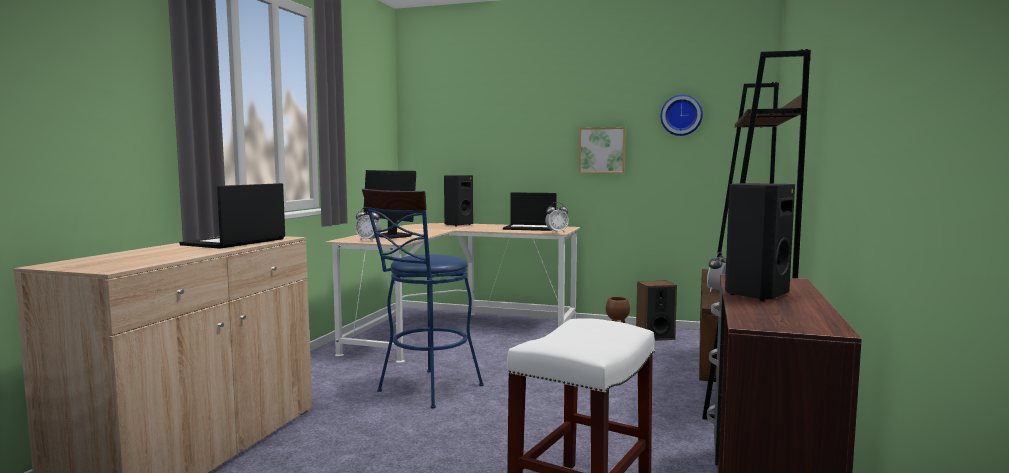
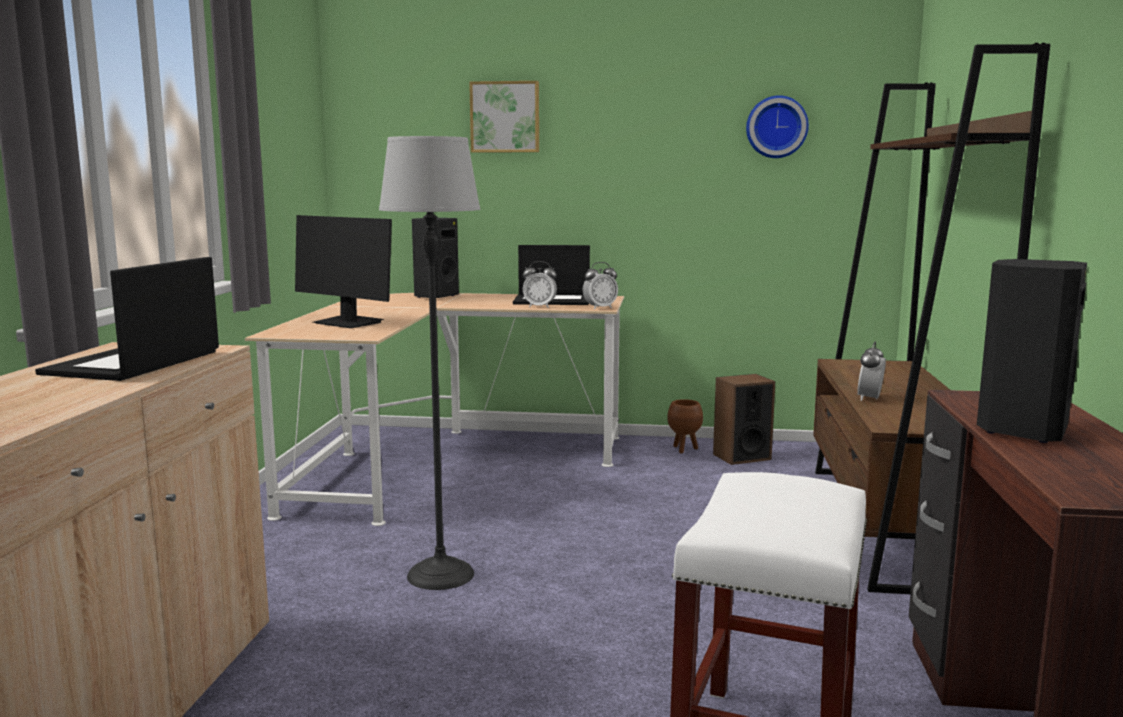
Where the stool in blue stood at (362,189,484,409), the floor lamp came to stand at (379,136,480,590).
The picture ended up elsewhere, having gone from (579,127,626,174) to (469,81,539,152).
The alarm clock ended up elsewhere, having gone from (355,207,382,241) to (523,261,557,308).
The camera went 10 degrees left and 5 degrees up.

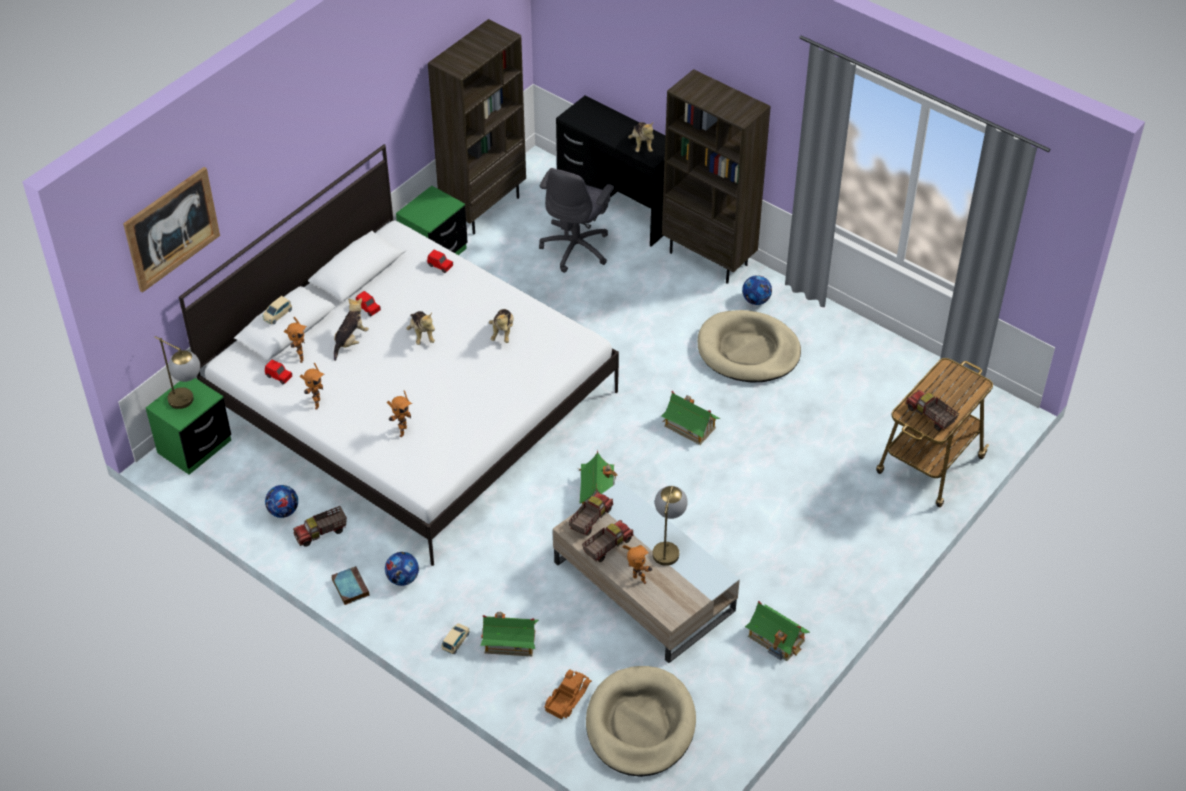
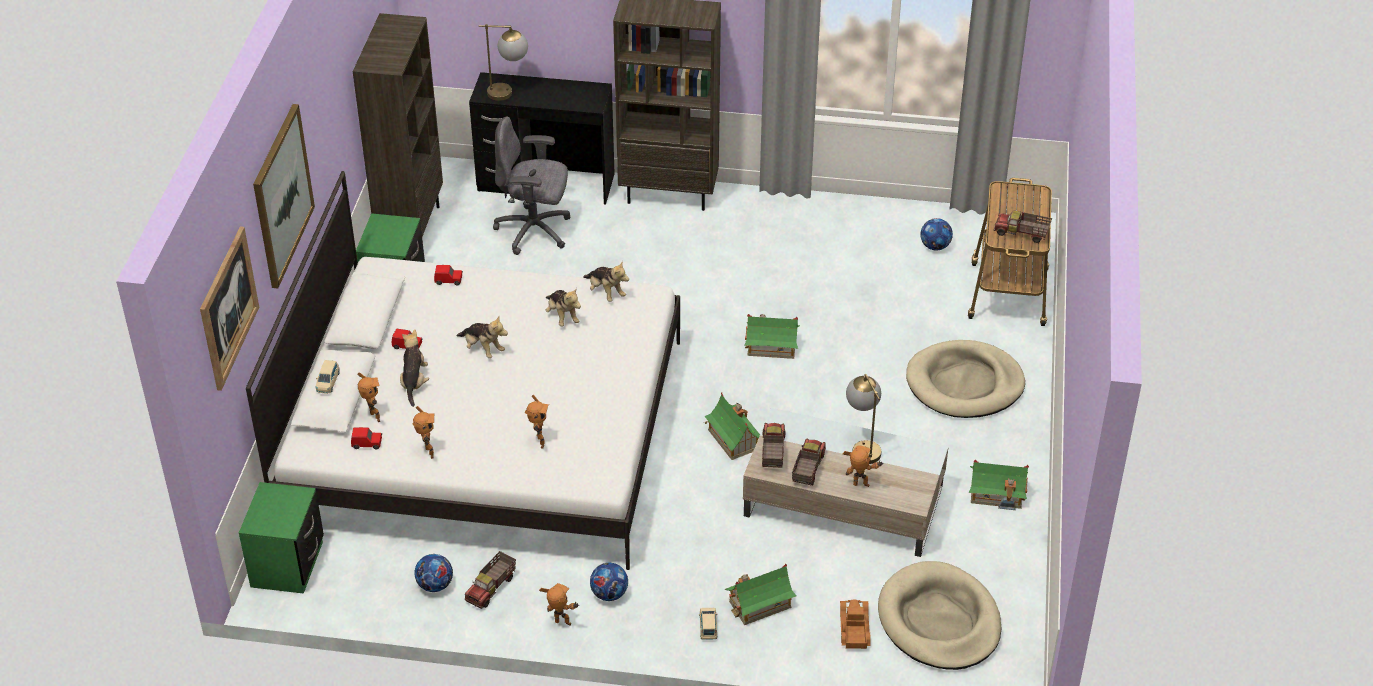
The second view gained the picture at (253,104,315,288).
The table lamp ended up elsewhere, having gone from (154,336,200,409) to (479,24,528,101).
The office chair in grey at (539,168,614,273) ended up facing another way, 105 degrees clockwise from before.
Where the book stood at (331,566,369,605), the toy robot came to stand at (539,583,579,626).
The plush toy ended up elsewhere, having gone from (628,122,654,152) to (583,261,629,302).
The dog bed in beige ended up elsewhere, having gone from (698,310,801,382) to (906,340,1025,418).
The football ended up elsewhere, having gone from (742,275,772,305) to (920,218,953,250).
The camera went 30 degrees left and 5 degrees down.

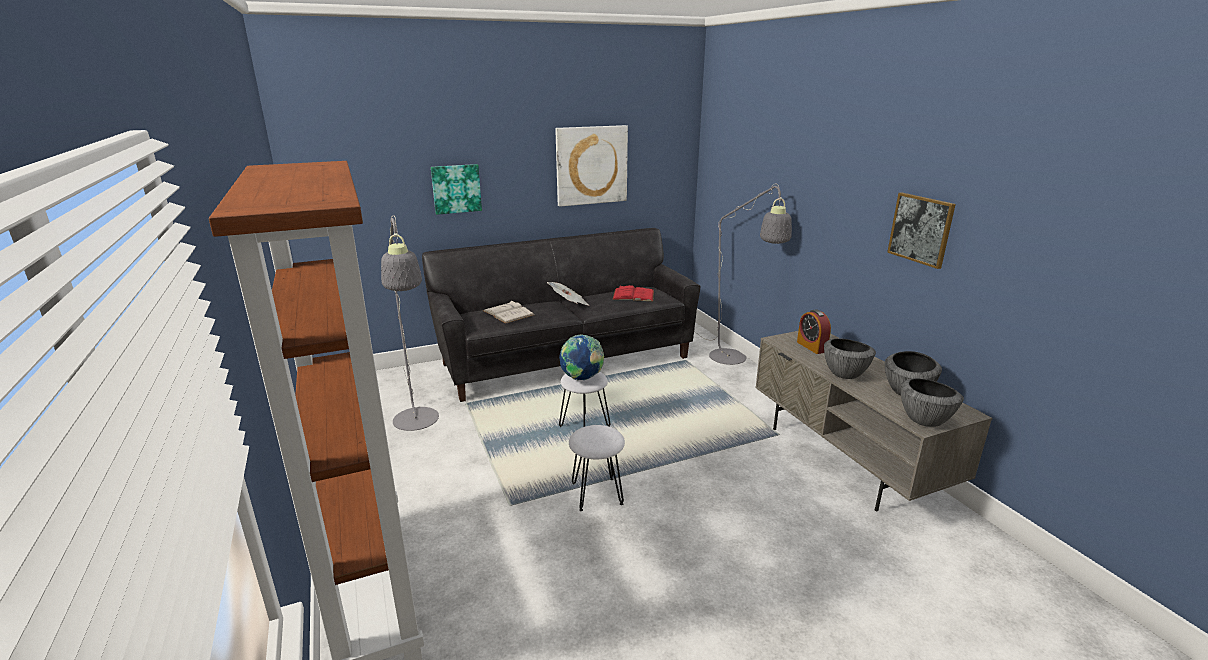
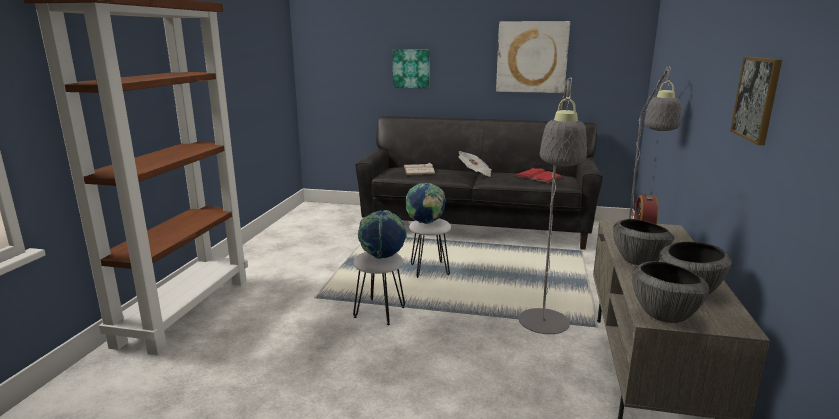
The second view gained the globe at (358,210,407,259).
The floor lamp in grey ended up elsewhere, having gone from (381,215,439,431) to (519,78,587,334).
The camera went 35 degrees right and 5 degrees down.

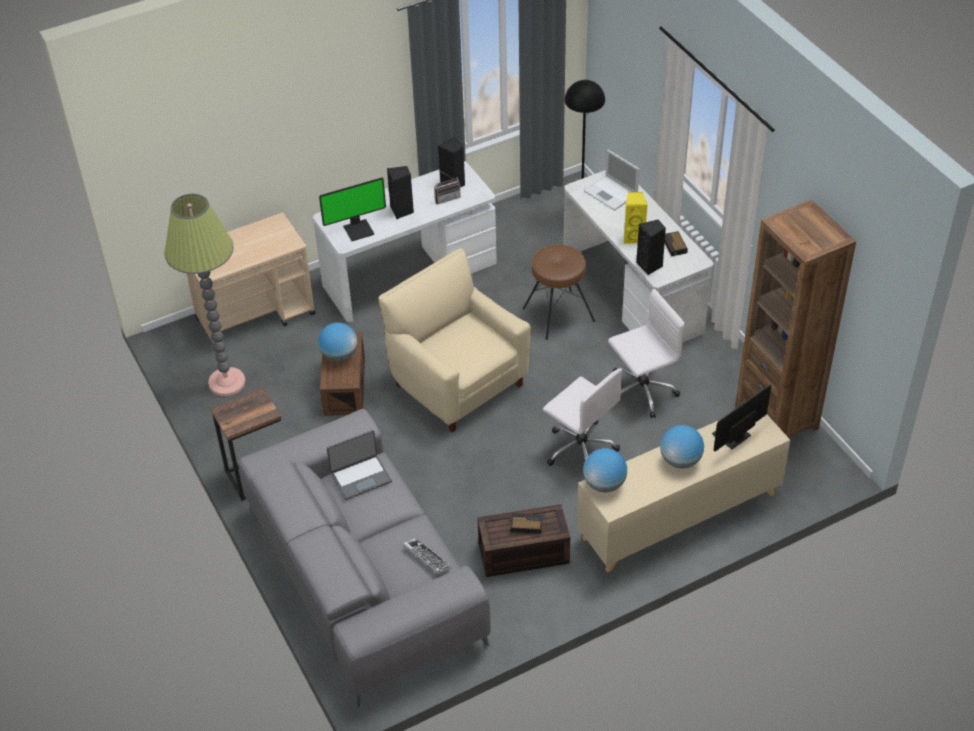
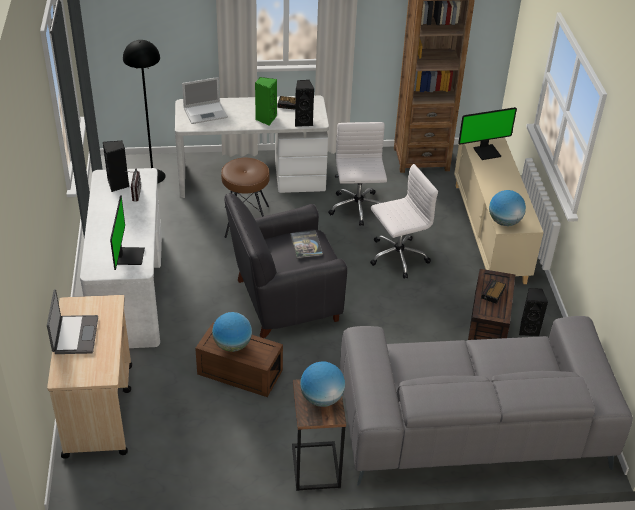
The laptop ended up elsewhere, having gone from (327,430,392,500) to (47,289,98,354).
What was the armchair in beige at (379,248,531,432) turned into the armchair in black at (224,192,347,338).
What was the speaker in yellow at (624,192,648,244) turned into the speaker in green at (255,77,277,126).
The second view gained the book at (290,230,323,258).
The globe ended up elsewhere, having gone from (660,425,704,469) to (300,362,345,407).
The monitor at (712,385,772,452) ended up facing another way, 90 degrees counterclockwise from before.
The speaker in black ended up elsewhere, having gone from (387,166,414,219) to (519,288,548,336).
The second view lost the floor lamp at (164,194,246,396).
The second view lost the keyboard at (403,538,452,574).
The camera went 70 degrees left and 5 degrees down.

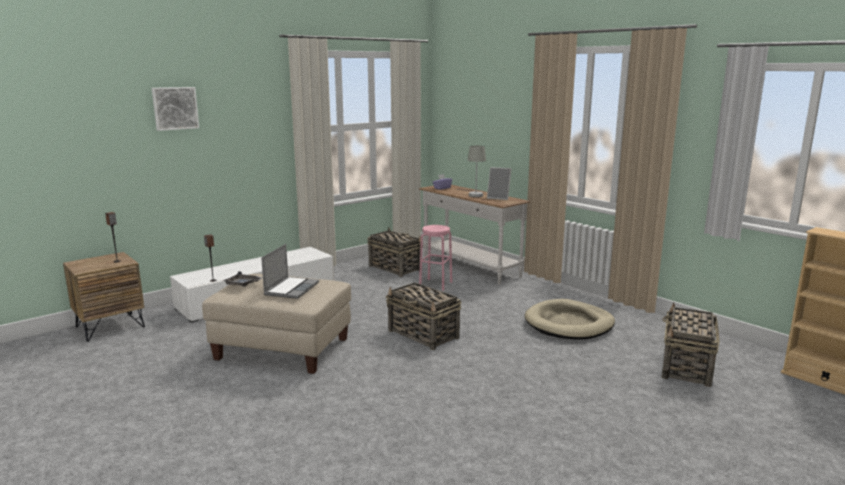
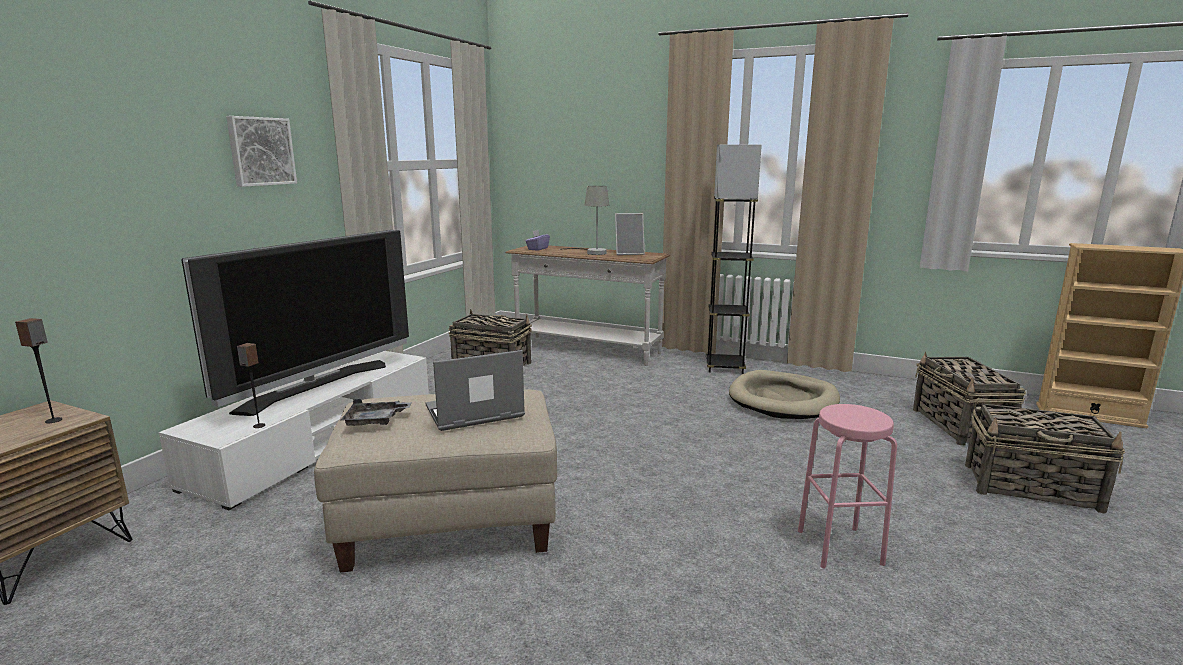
The second view gained the television at (181,230,409,416).
The picture ended up elsewhere, having gone from (152,87,199,131) to (226,116,297,187).
The laptop at (261,244,319,299) ended up facing another way, 105 degrees counterclockwise from before.
The second view gained the floor lamp in grey at (706,145,762,374).
The stool in pink ended up elsewhere, having gone from (419,225,452,291) to (798,404,897,569).
The basket ended up elsewhere, having gone from (386,282,461,350) to (965,404,1125,513).
The camera went 25 degrees left and 0 degrees up.

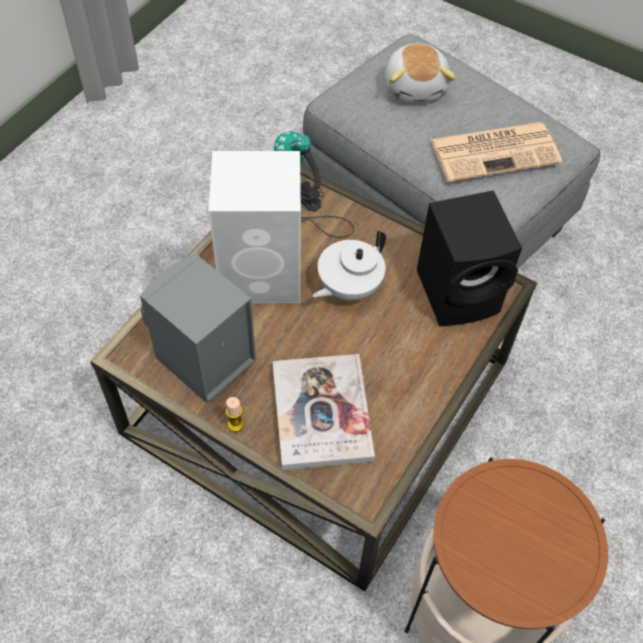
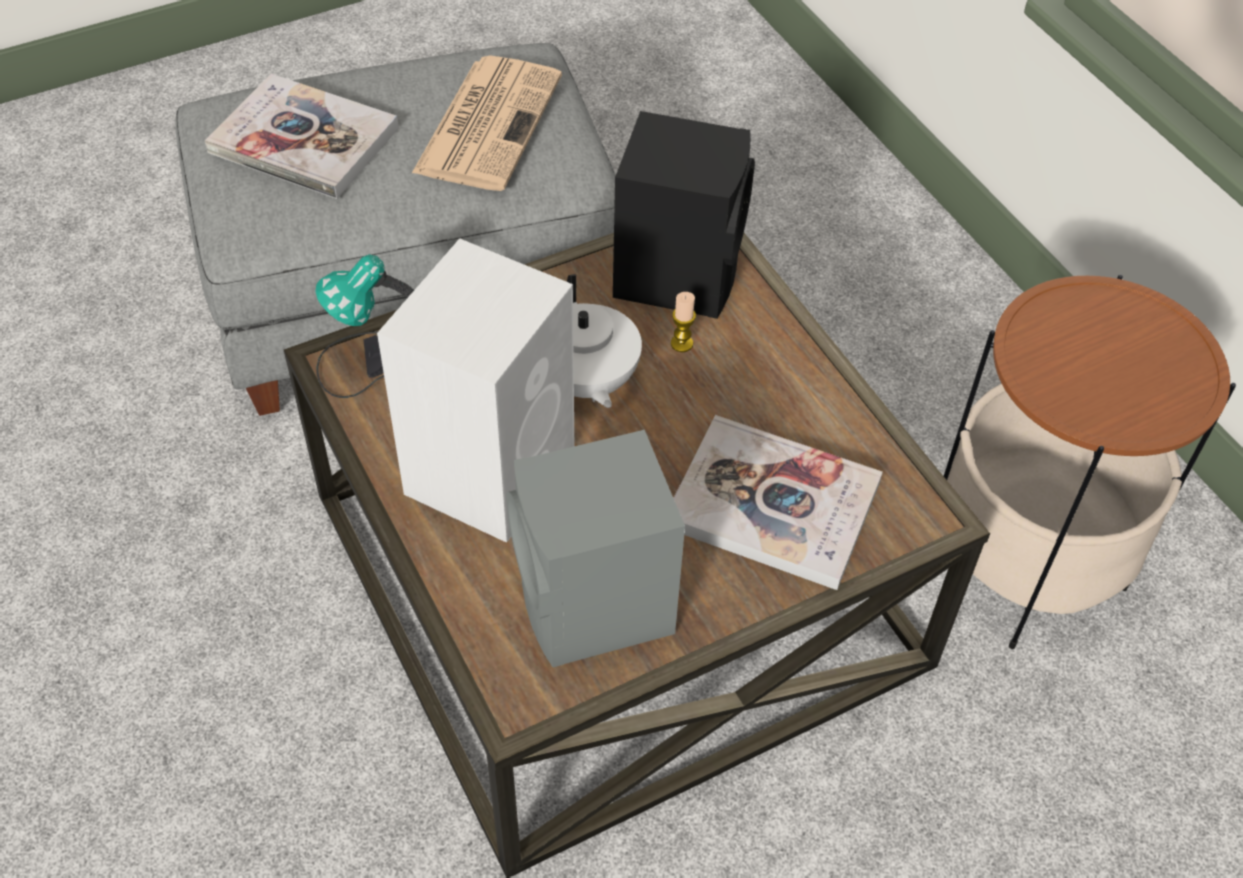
Where the plush toy stood at (385,43,456,102), the book came to stand at (205,74,399,199).
The candle ended up elsewhere, having gone from (226,397,244,432) to (671,292,696,352).
The camera went 60 degrees left and 5 degrees down.

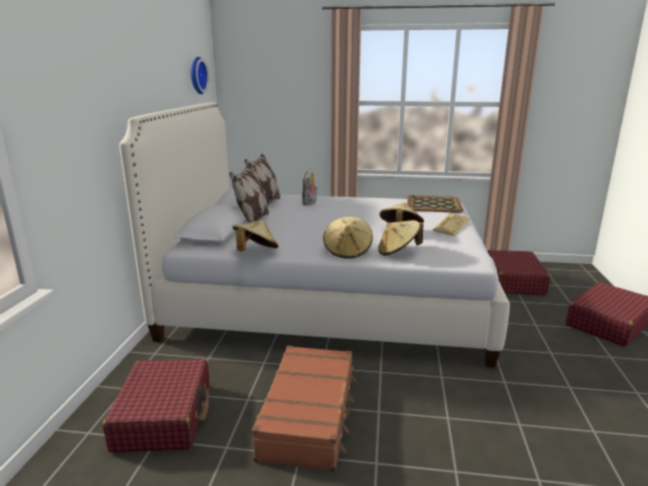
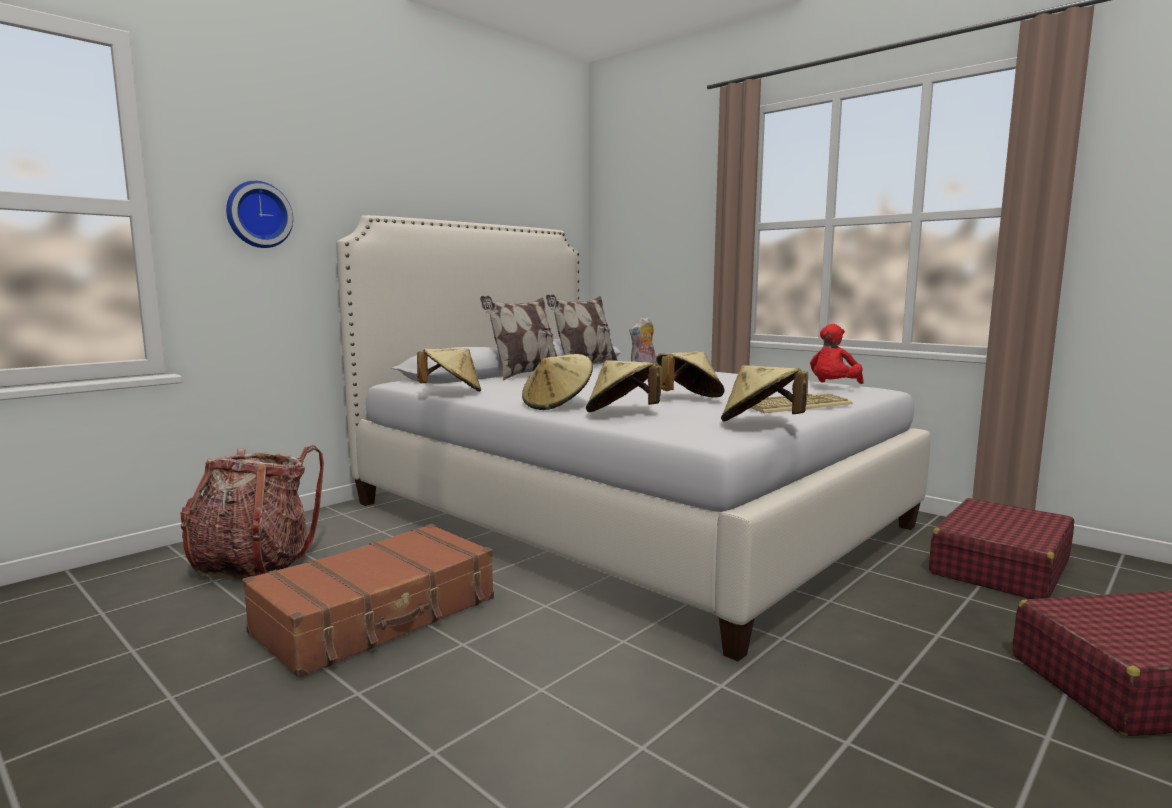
Where the suitcase in red stood at (103,358,209,453), the backpack came to stand at (181,445,324,580).
The wall clock ended up elsewhere, having gone from (191,57,209,94) to (226,181,293,248).
The second view gained the hat in beige at (721,365,808,422).
Where the tray stood at (407,195,463,213), the plush toy in red came to stand at (810,324,863,384).
The camera went 35 degrees right and 10 degrees down.

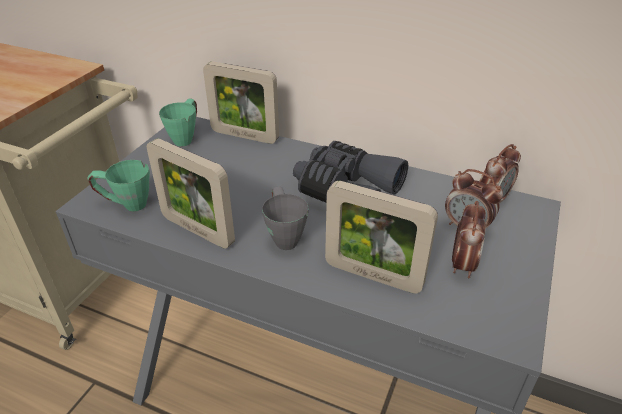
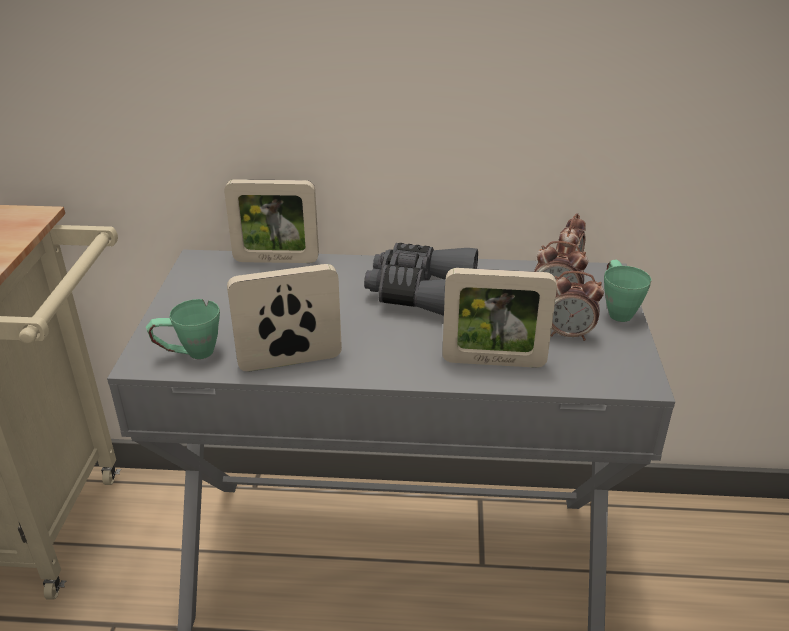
The picture frame at (147,138,235,249) ended up facing another way, 150 degrees clockwise from before.
The alarm clock at (452,201,486,278) ended up facing another way, 105 degrees clockwise from before.
The mug in green ended up elsewhere, having gone from (159,98,197,147) to (604,260,652,322).
The second view lost the mug in grey at (262,187,309,250).
The camera went 20 degrees left and 5 degrees down.

